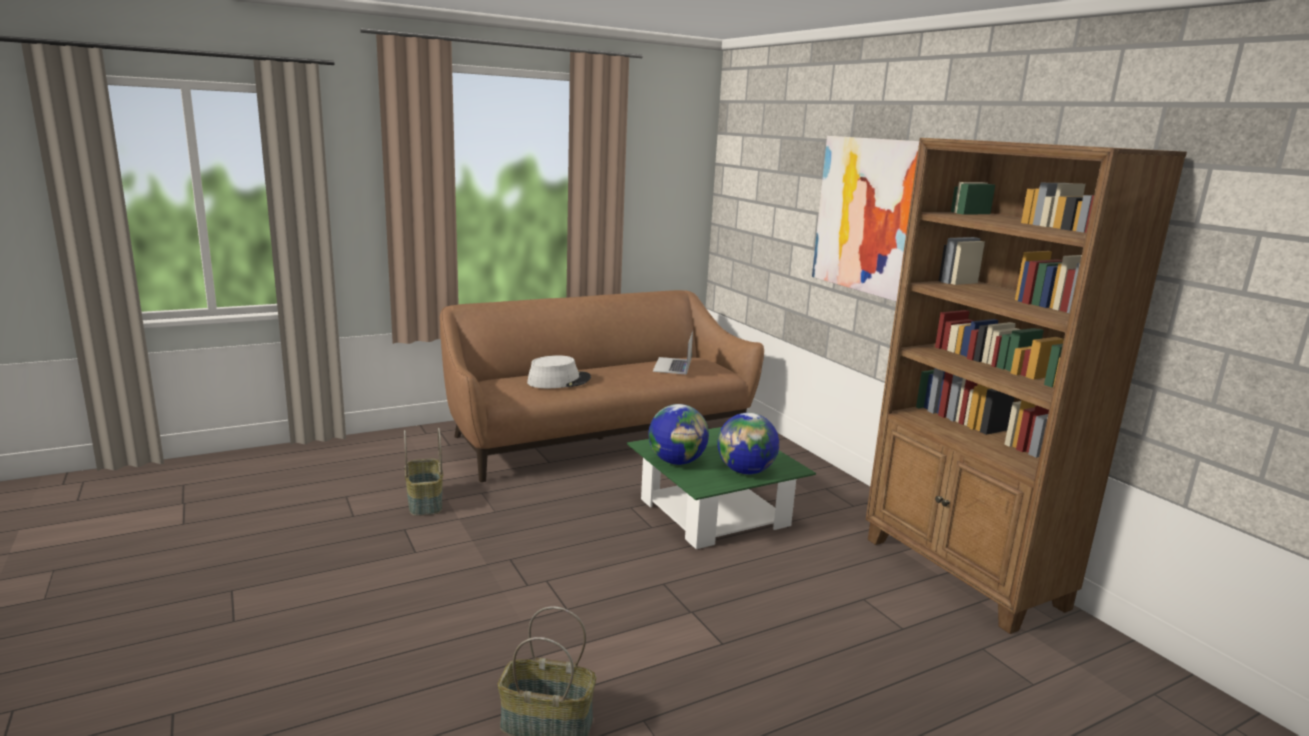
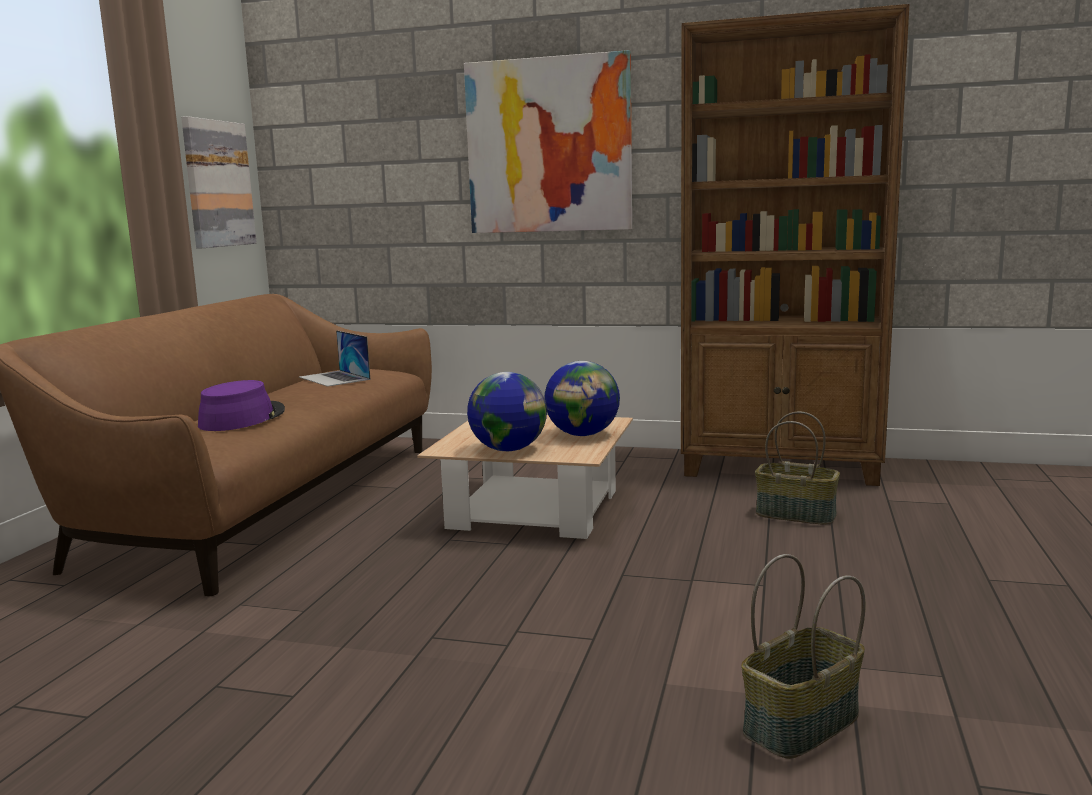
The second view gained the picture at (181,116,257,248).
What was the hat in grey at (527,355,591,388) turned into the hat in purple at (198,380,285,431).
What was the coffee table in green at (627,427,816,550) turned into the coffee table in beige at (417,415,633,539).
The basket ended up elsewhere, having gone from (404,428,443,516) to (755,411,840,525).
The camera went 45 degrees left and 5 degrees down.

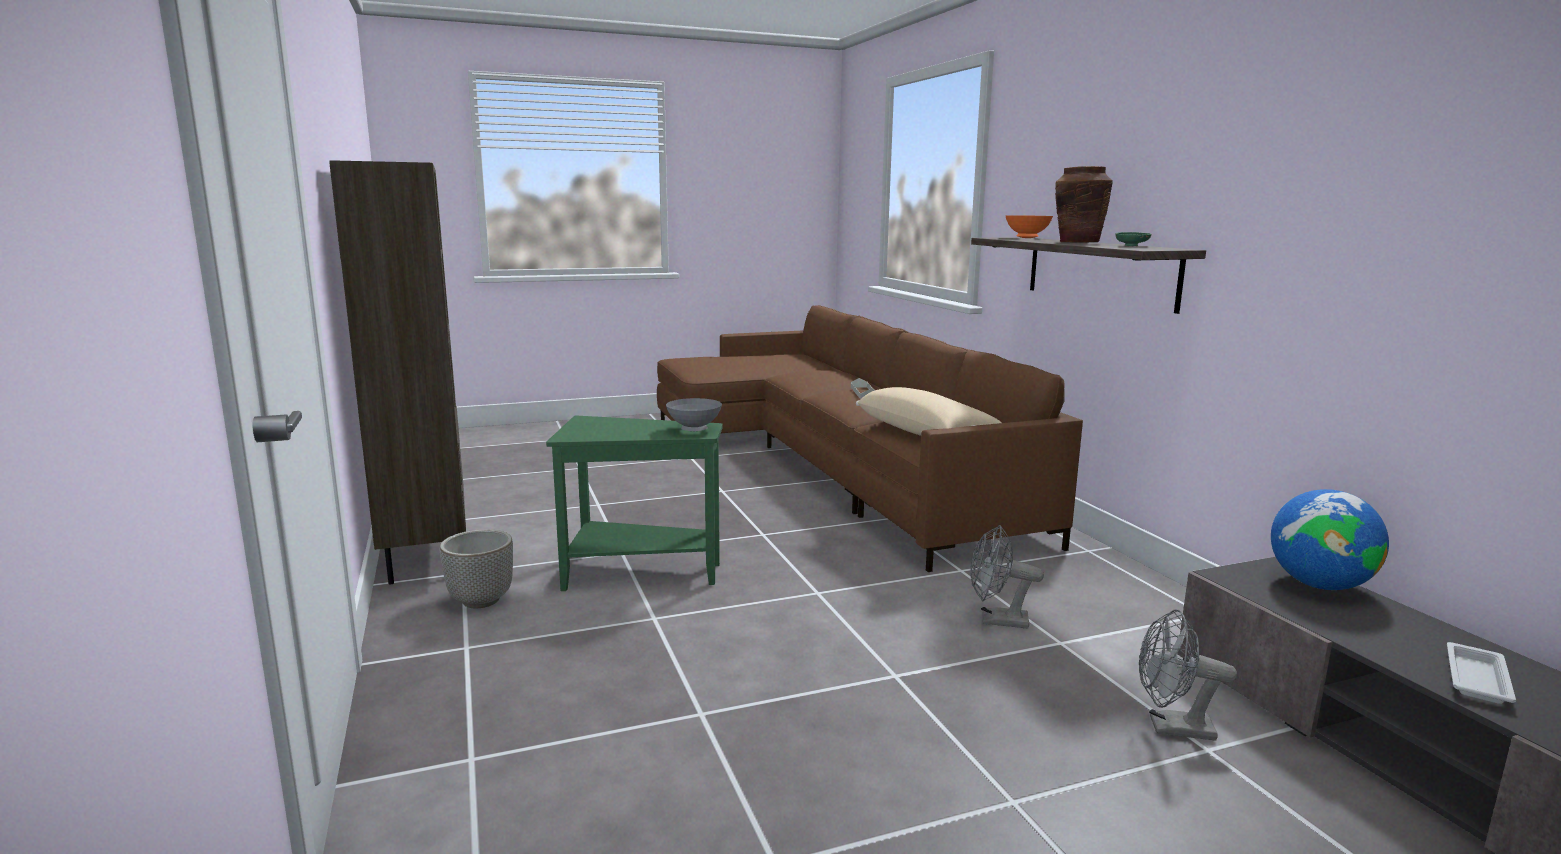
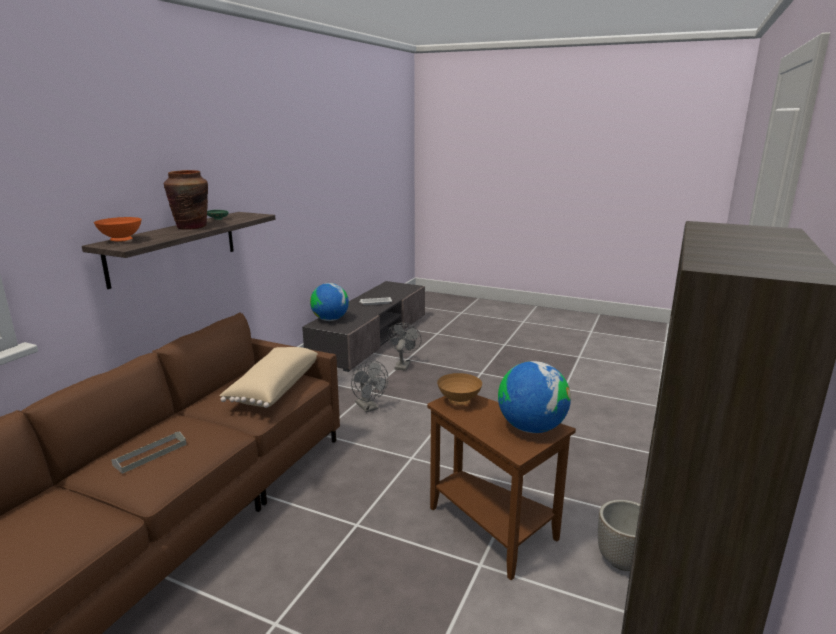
The fan in grey at (1139,609,1237,740) ended up facing another way, 135 degrees counterclockwise from before.
What was the side table in green at (546,416,723,591) turned into the side table in brown at (427,395,576,580).
What was the bowl in grey at (666,398,722,431) turned into the bowl in brown at (437,373,482,405).
The second view gained the globe at (498,361,571,433).
The camera went 135 degrees left and 5 degrees up.

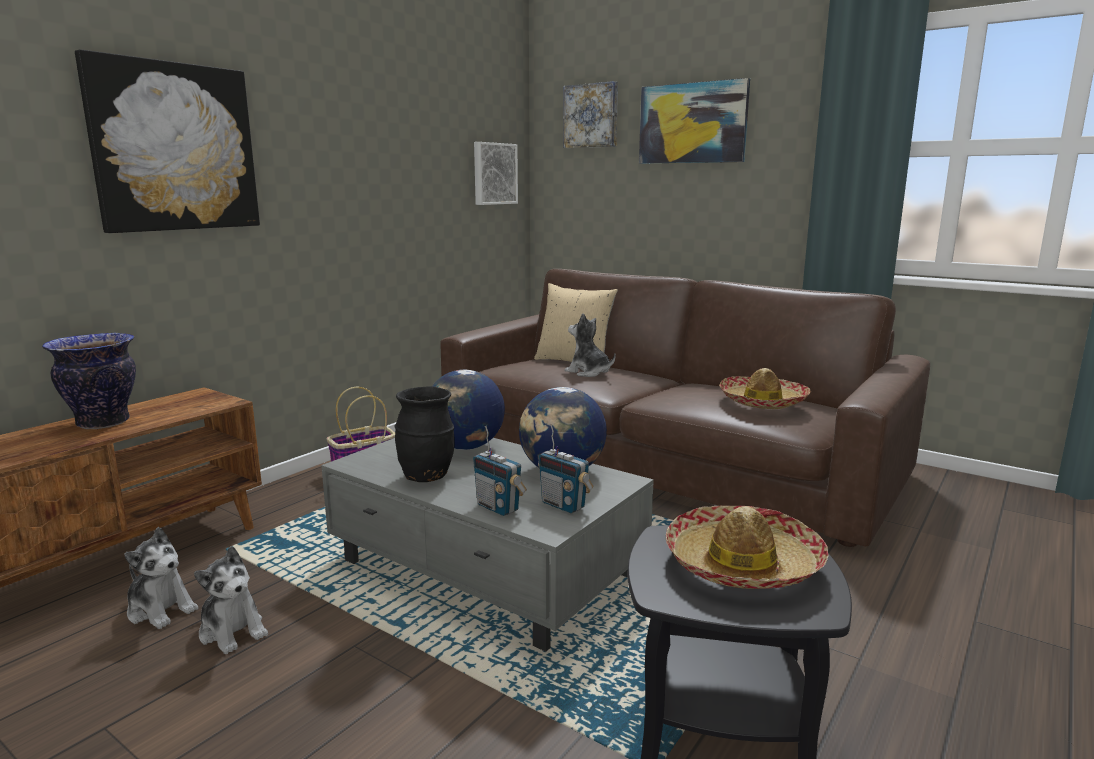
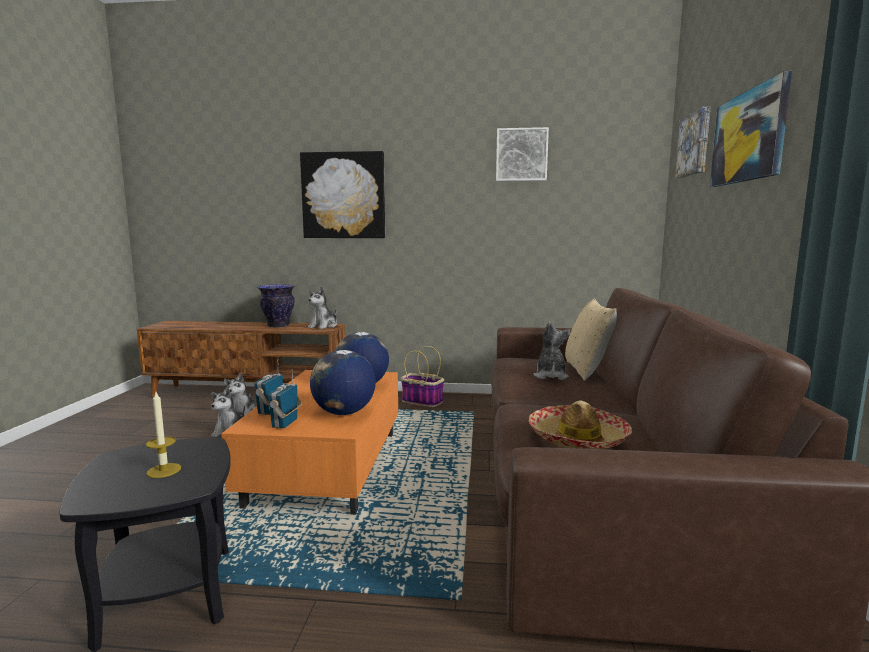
Where the hat stood at (666,505,829,589), the candle came to stand at (146,392,181,478).
What was the coffee table in grey at (321,438,654,652) turned into the coffee table in orange at (221,370,398,515).
The second view gained the plush toy at (308,287,337,329).
The picture ended up elsewhere, having gone from (474,142,518,205) to (496,127,549,181).
The second view lost the vase in black at (394,386,455,482).
The camera went 60 degrees right and 5 degrees down.

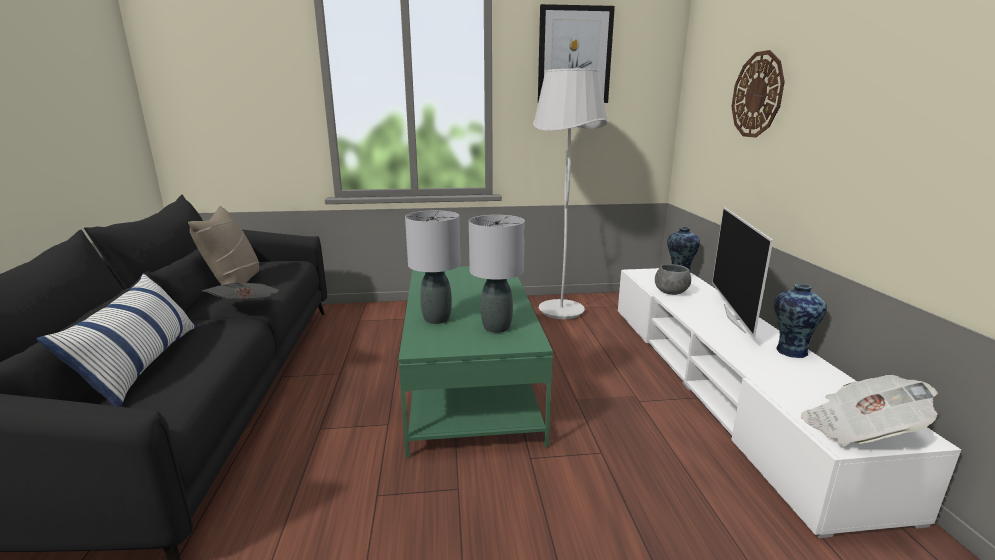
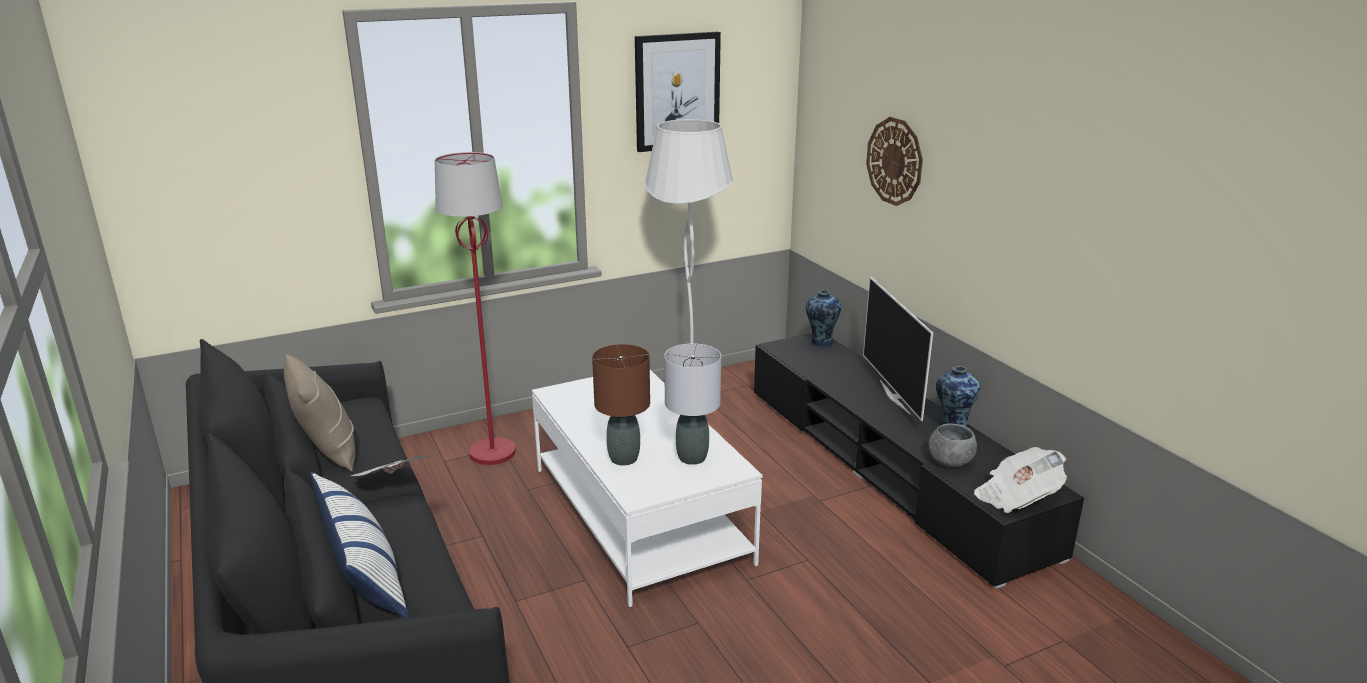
The second view gained the floor lamp in red at (435,152,516,465).
What was the coffee table in green at (398,266,553,458) turned into the coffee table in white at (532,370,762,607).
What was the table lamp in grey at (405,210,461,324) turned into the table lamp in brown at (592,344,650,465).
What was the tv stand in white at (618,268,961,538) turned into the tv stand in black at (754,333,1084,589).
The bowl in grey ended up elsewhere, having gone from (655,264,691,295) to (929,424,977,467).
The camera went 20 degrees left and 5 degrees up.

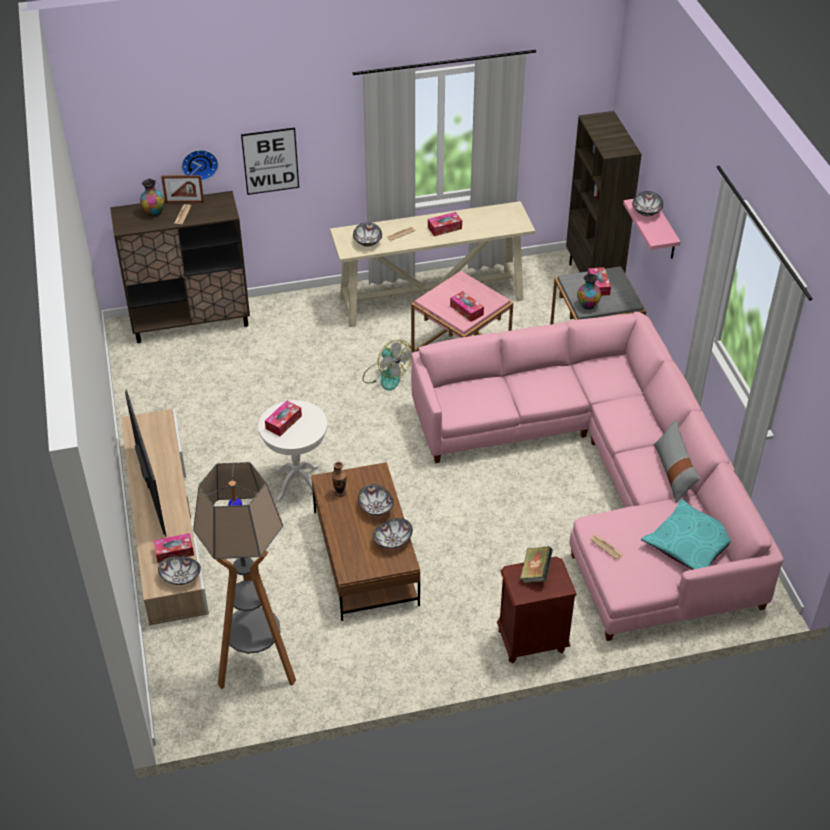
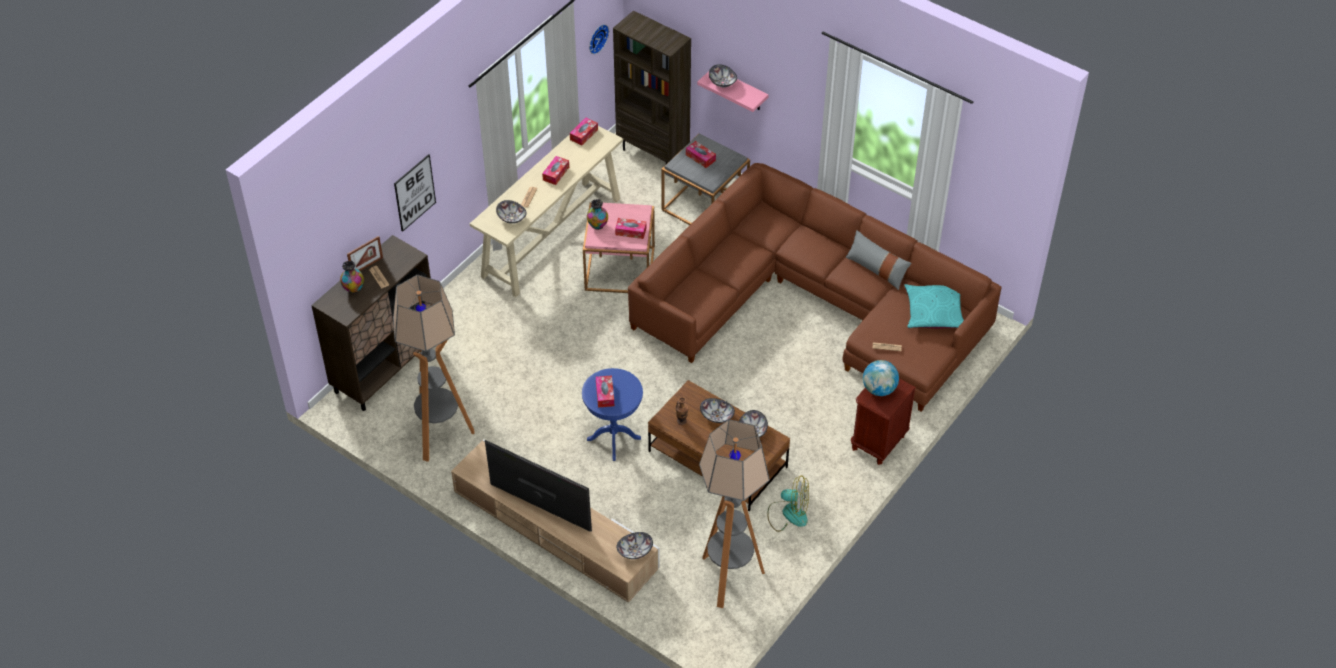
The second view gained the floor lamp at (393,275,475,462).
The tissue box ended up elsewhere, having gone from (153,533,194,563) to (570,117,598,146).
What was the side table in white at (258,400,327,502) turned into the side table in blue at (582,368,643,461).
The vase ended up elsewhere, having gone from (577,274,601,310) to (587,199,608,230).
The wall clock ended up elsewhere, having gone from (181,150,218,181) to (589,24,609,54).
What was the sofa in pink at (411,312,784,641) turned into the sofa in brown at (628,163,1001,412).
The fan ended up elsewhere, having gone from (362,340,412,391) to (767,475,809,532).
Where the book stood at (520,546,553,583), the globe came to stand at (863,360,899,396).
The camera went 40 degrees left and 5 degrees up.

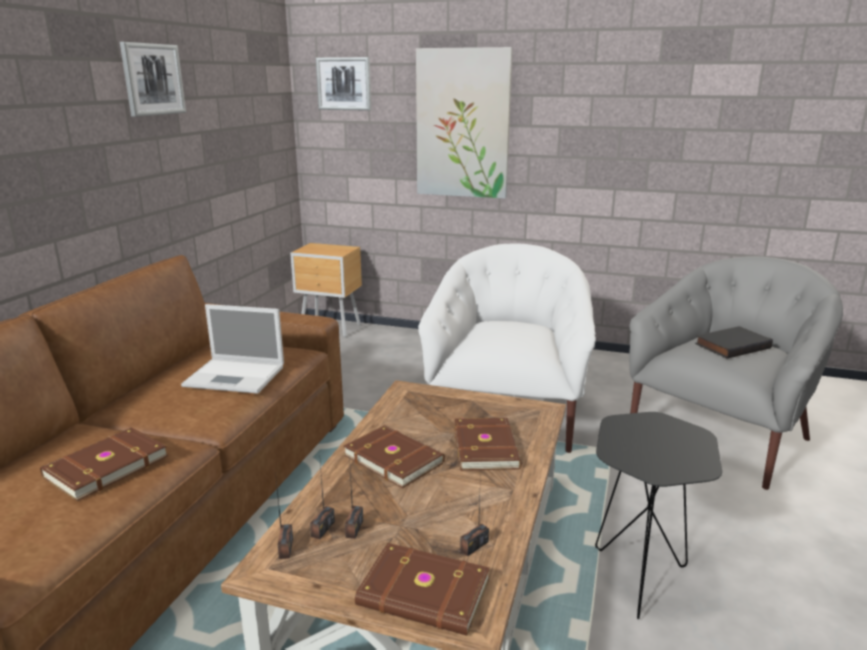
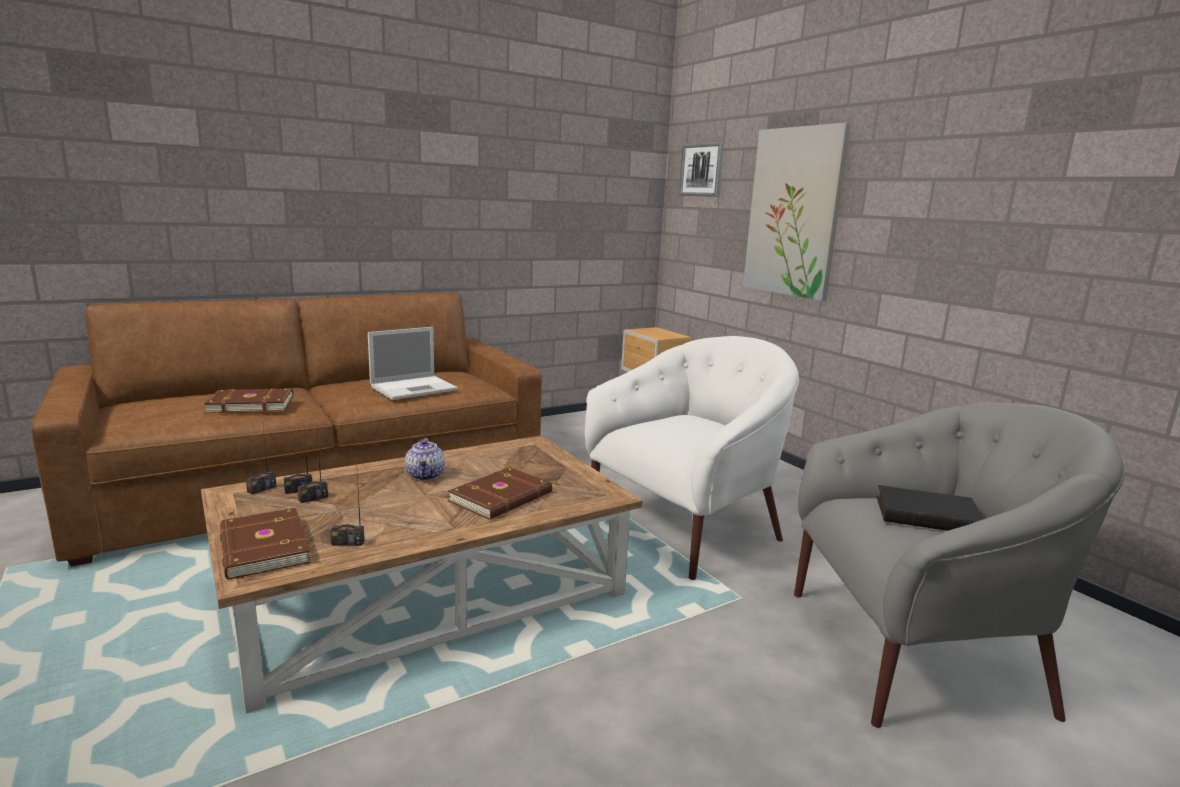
The laptop at (181,304,284,394) ended up facing another way, 90 degrees counterclockwise from before.
Where the book in brown stood at (343,425,445,488), the teapot came to stand at (405,438,445,481).
The second view lost the picture at (120,42,186,117).
The second view lost the side table in black at (595,412,722,619).
The camera went 40 degrees right and 5 degrees down.

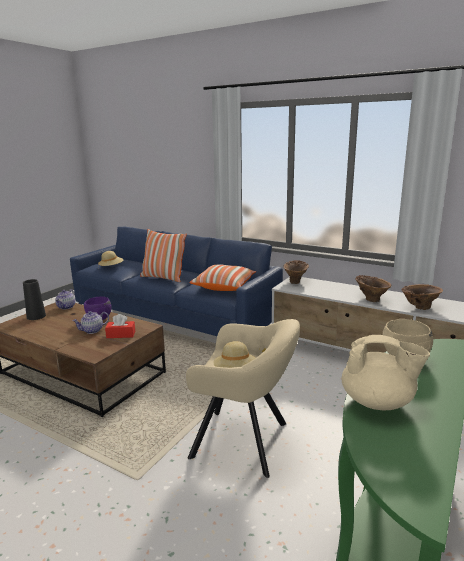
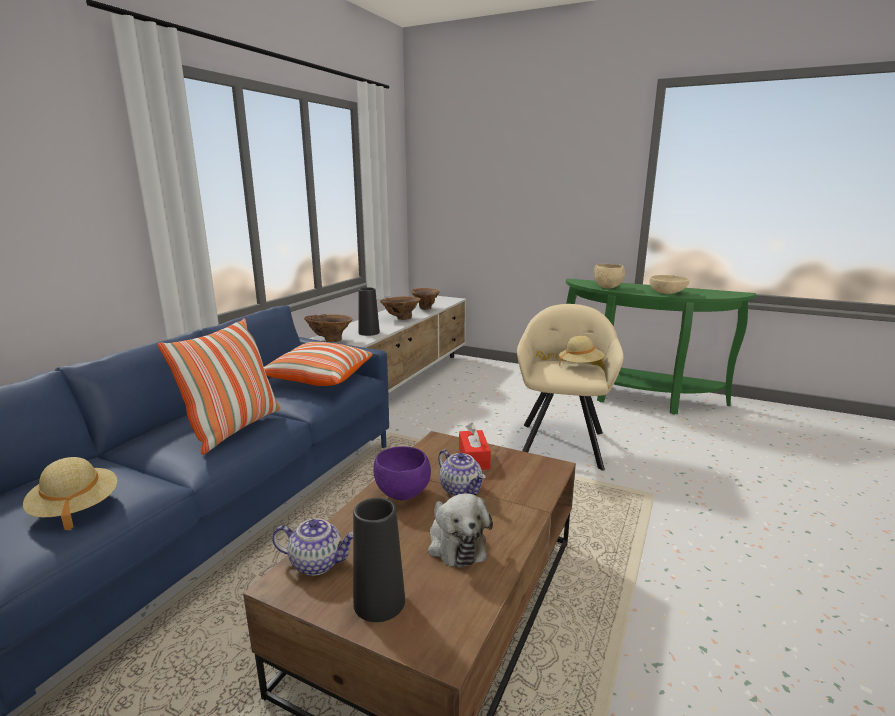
The second view gained the vase in black at (358,287,380,336).
The second view gained the plush toy at (428,493,493,568).
Where the teapot in beige stood at (342,335,430,410), the bowl in beige came to stand at (650,275,690,294).
The camera went 95 degrees left and 0 degrees up.

